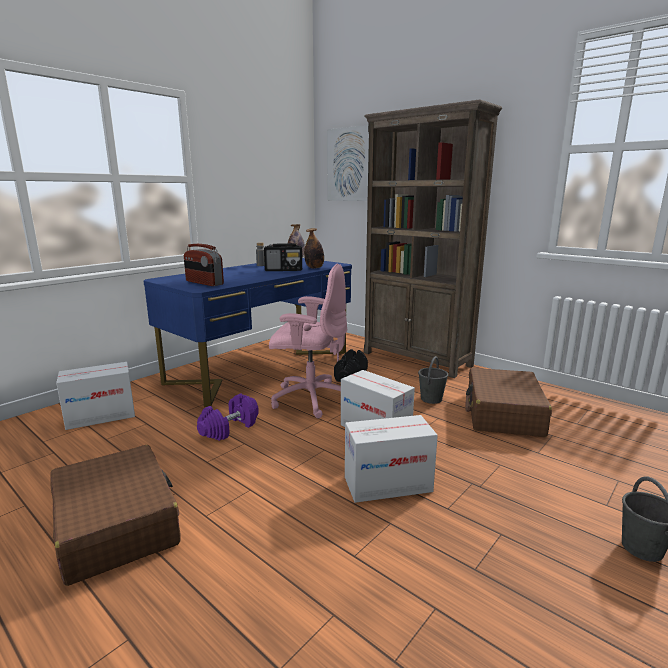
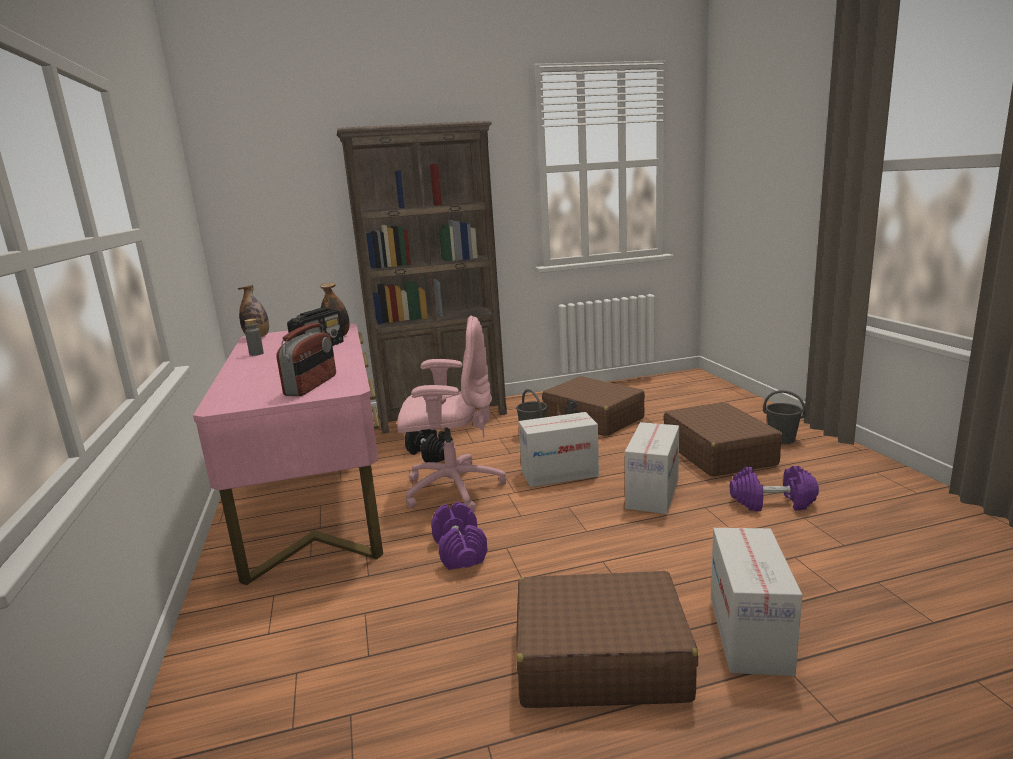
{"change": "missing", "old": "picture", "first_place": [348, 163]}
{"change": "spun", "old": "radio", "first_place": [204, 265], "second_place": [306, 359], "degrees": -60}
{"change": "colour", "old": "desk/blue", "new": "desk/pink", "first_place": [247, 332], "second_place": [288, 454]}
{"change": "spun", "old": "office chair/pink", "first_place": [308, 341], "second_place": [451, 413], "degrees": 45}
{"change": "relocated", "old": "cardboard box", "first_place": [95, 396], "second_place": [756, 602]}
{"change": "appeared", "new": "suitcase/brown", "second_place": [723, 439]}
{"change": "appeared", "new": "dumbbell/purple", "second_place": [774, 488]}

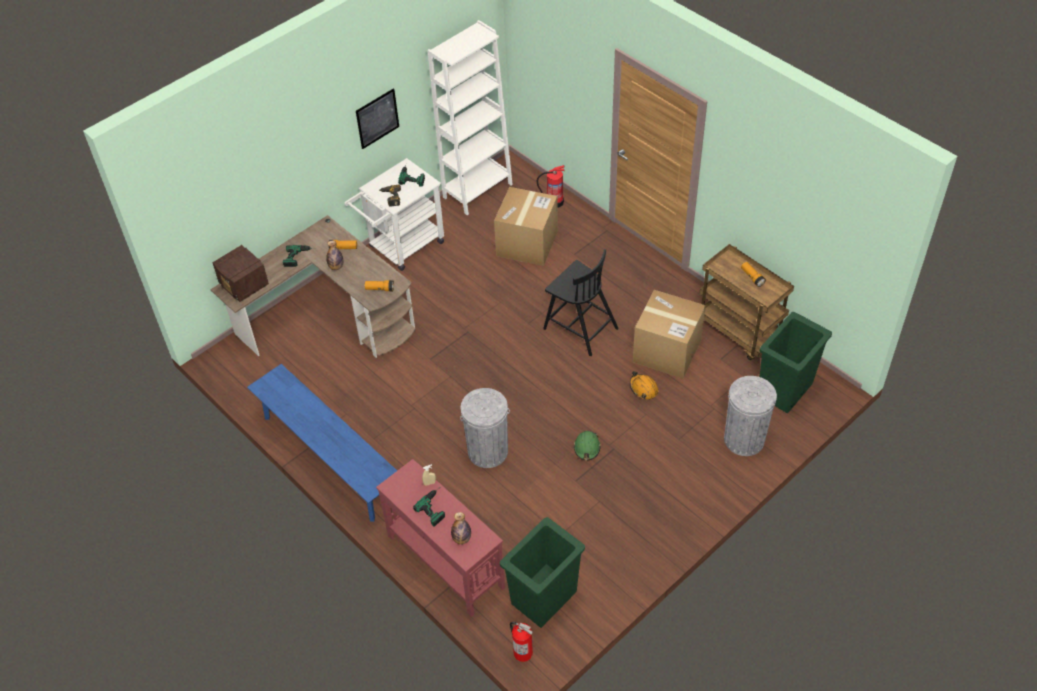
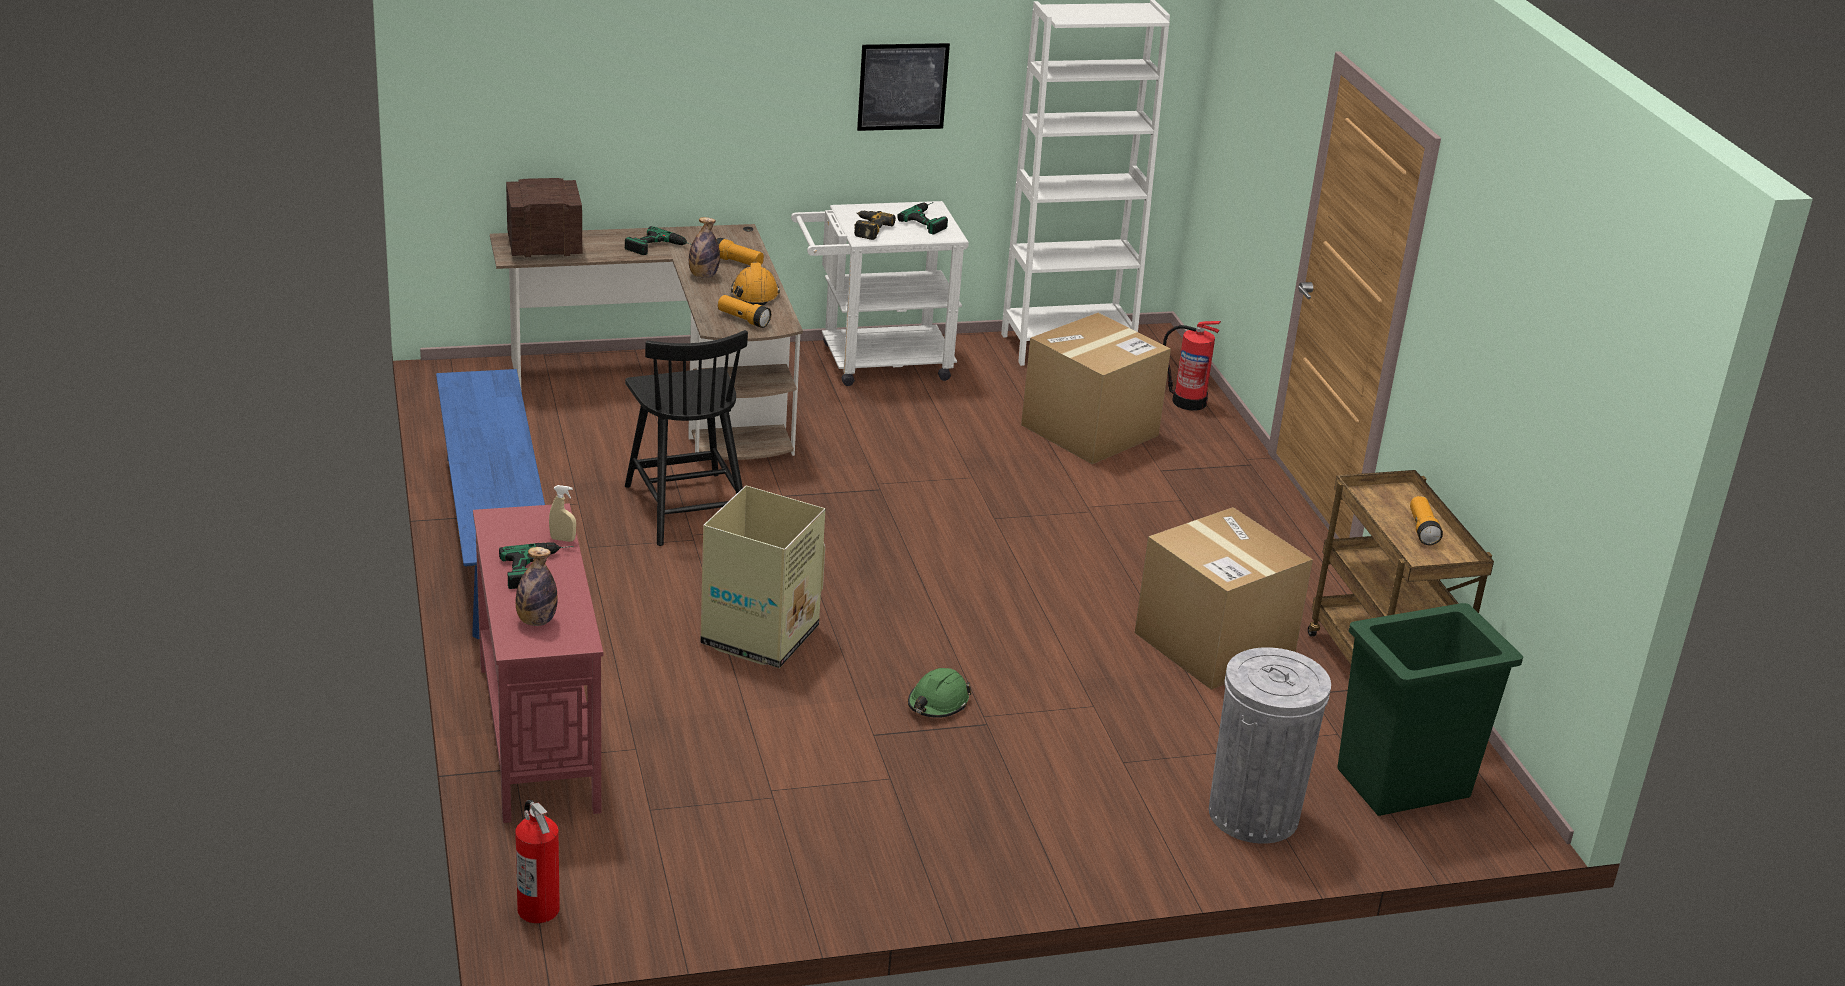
{"change": "spun", "old": "radio", "first_place": [240, 273], "second_place": [544, 217], "degrees": 90}
{"change": "relocated", "old": "chair/black", "first_place": [581, 302], "second_place": [686, 438]}
{"change": "relocated", "old": "hard hat/orange", "first_place": [644, 385], "second_place": [755, 284]}
{"change": "exchanged", "old": "trash can/grey", "new": "cardboard box", "first_place": [485, 428], "second_place": [762, 576]}
{"change": "missing", "old": "trash can/green", "first_place": [542, 572]}

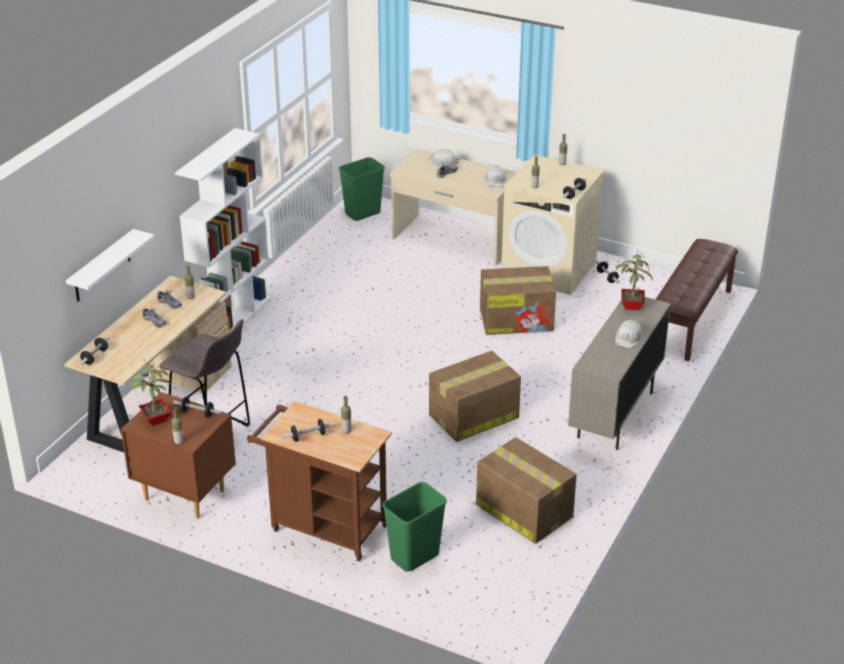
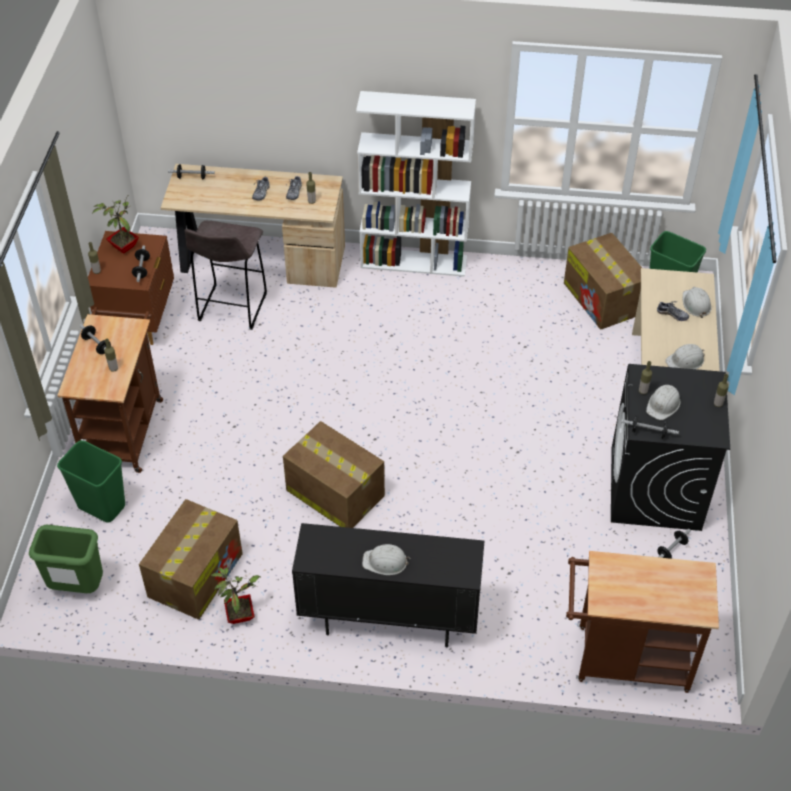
{"change": "colour", "old": "washing machine/beige", "new": "washing machine/black", "first_place": [552, 225], "second_place": [670, 447]}
{"change": "missing", "old": "shelf/white", "first_place": [110, 265]}
{"change": "exchanged", "old": "bench/brown", "new": "cart/brown", "first_place": [696, 300], "second_place": [642, 622]}
{"change": "relocated", "old": "potted plant", "first_place": [634, 279], "second_place": [236, 595]}
{"change": "relocated", "old": "cardboard box", "first_place": [518, 300], "second_place": [603, 281]}
{"change": "colour", "old": "cabinet/beige", "new": "cabinet/black", "first_place": [619, 373], "second_place": [388, 585]}
{"change": "appeared", "new": "hard hat/white", "second_place": [663, 402]}
{"change": "appeared", "new": "trash can/green", "second_place": [66, 559]}

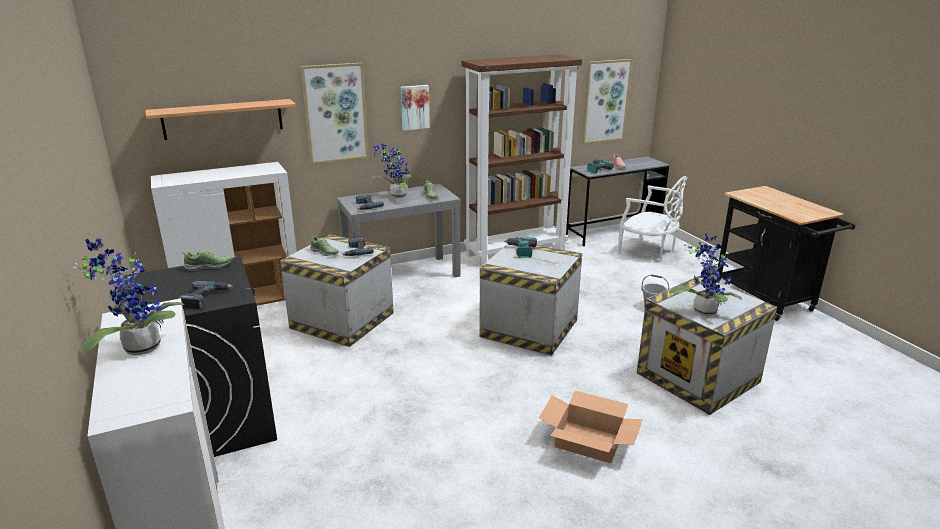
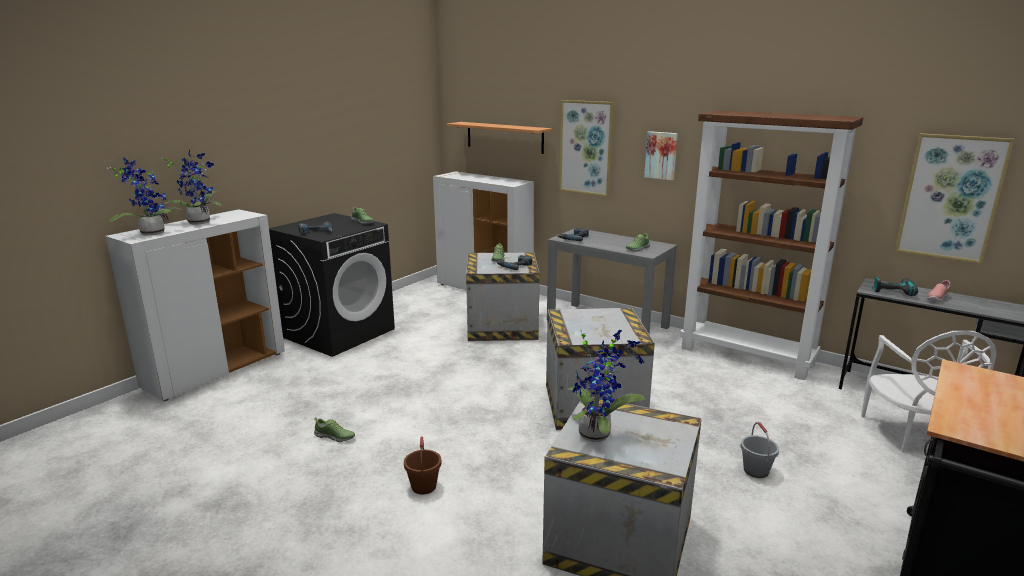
{"change": "relocated", "old": "potted plant", "first_place": [392, 171], "second_place": [144, 196]}
{"change": "missing", "old": "power drill", "first_place": [520, 247]}
{"change": "exchanged", "old": "cardboard box", "new": "bucket/brown", "first_place": [591, 427], "second_place": [423, 465]}
{"change": "appeared", "new": "shoe", "second_place": [334, 430]}

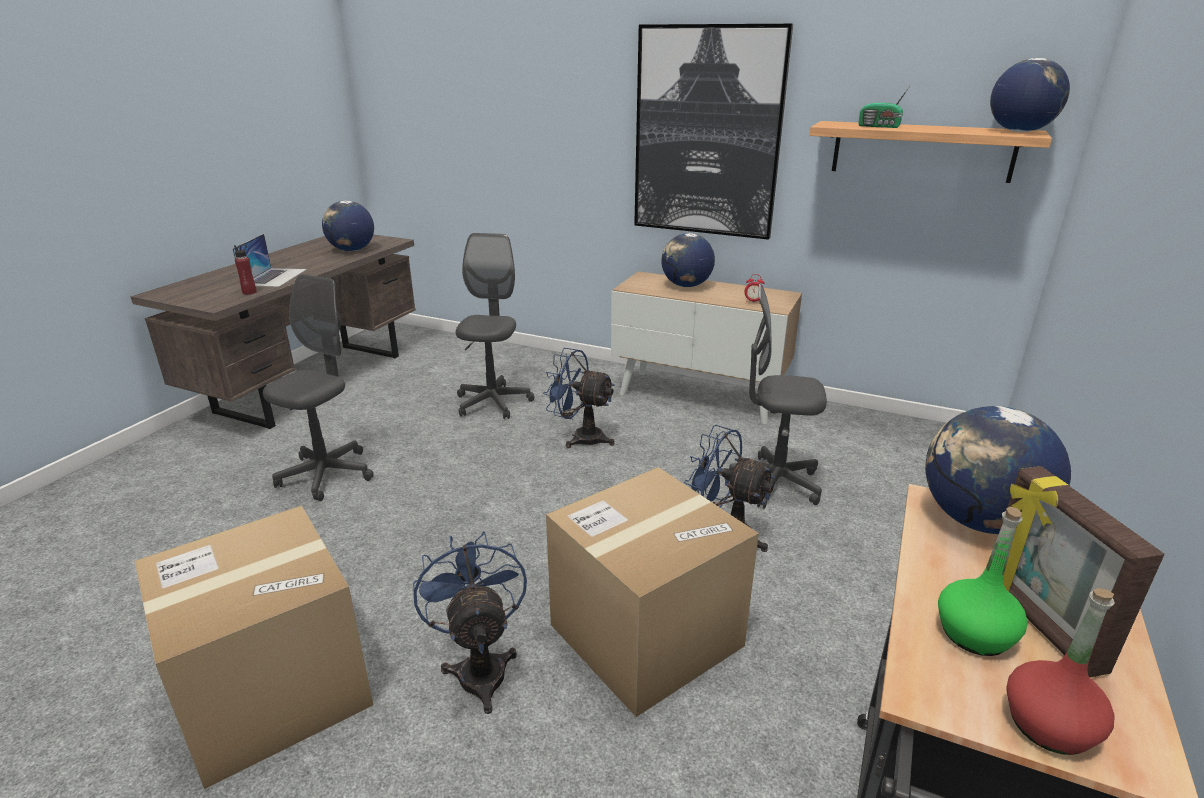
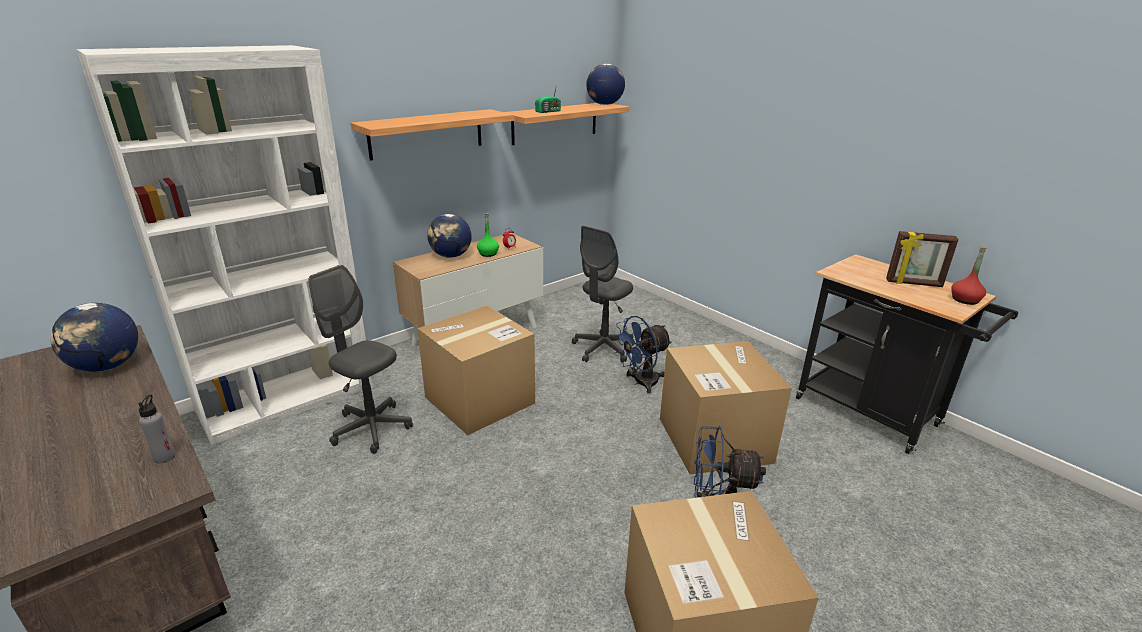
{"change": "exchanged", "old": "picture", "new": "shelf", "first_place": [713, 132], "second_place": [432, 135]}
{"change": "missing", "old": "laptop", "first_place": [269, 260]}
{"change": "colour", "old": "bottle/red", "new": "bottle/grey", "first_place": [245, 269], "second_place": [157, 429]}
{"change": "missing", "old": "office chair/grey", "first_place": [318, 387]}
{"change": "exchanged", "old": "fan/blue", "new": "cardboard box", "first_place": [579, 398], "second_place": [476, 370]}
{"change": "missing", "old": "globe", "first_place": [998, 470]}
{"change": "relocated", "old": "bottle/green", "first_place": [983, 581], "second_place": [488, 235]}
{"change": "appeared", "new": "bookcase/white", "second_place": [225, 245]}

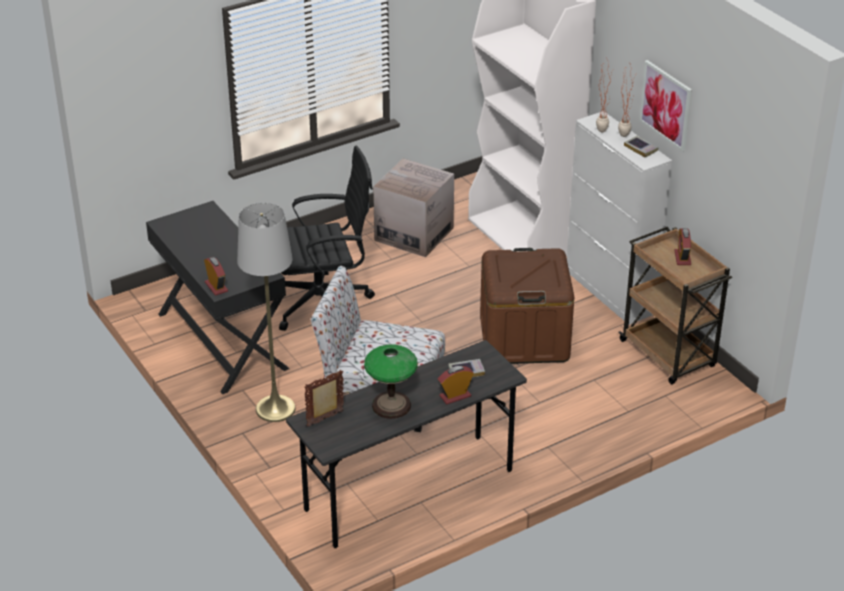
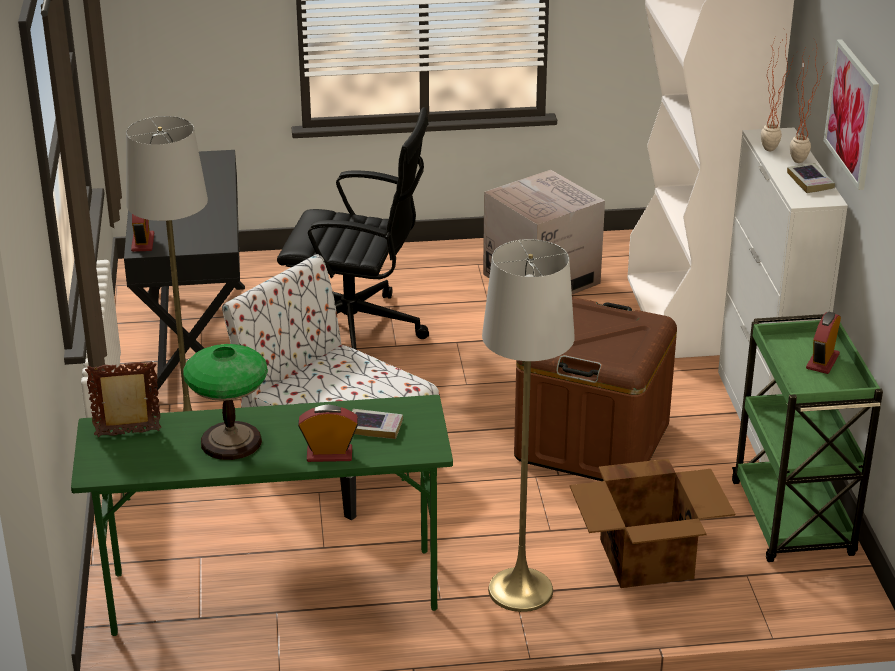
{"change": "colour", "old": "cart/brown", "new": "cart/green", "first_place": [675, 305], "second_place": [807, 438]}
{"change": "colour", "old": "desk/grey", "new": "desk/green", "first_place": [406, 444], "second_place": [262, 515]}
{"change": "appeared", "new": "floor lamp/grey", "second_place": [528, 425]}
{"change": "appeared", "new": "cardboard box", "second_place": [652, 523]}

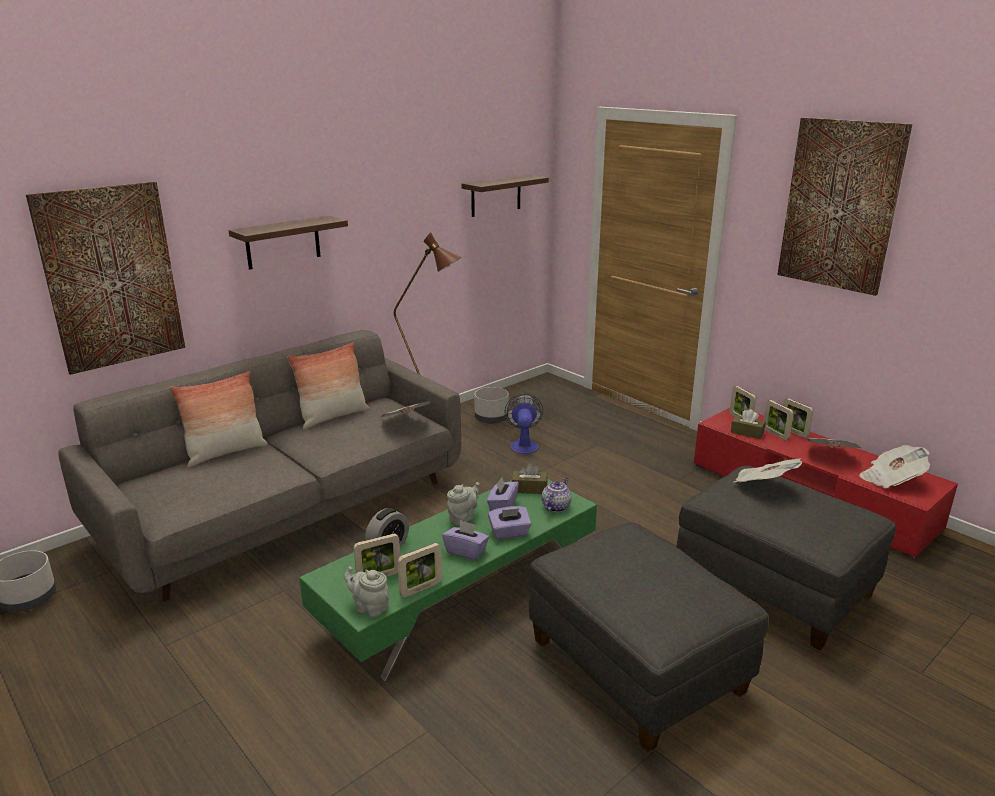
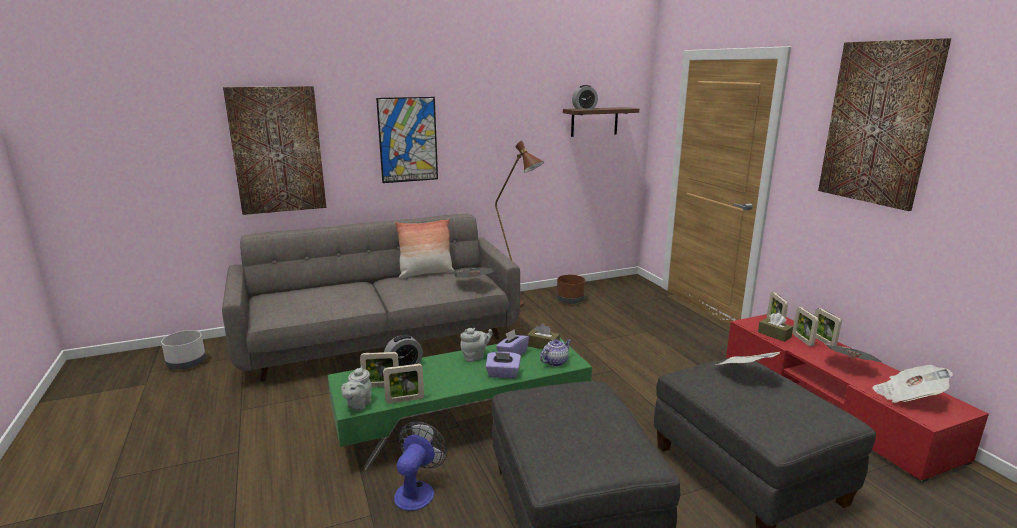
{"change": "exchanged", "old": "shelf", "new": "picture", "first_place": [288, 243], "second_place": [407, 140]}
{"change": "missing", "old": "pillow", "first_place": [219, 419]}
{"change": "colour", "old": "planter/grey", "new": "planter/brown", "first_place": [491, 405], "second_place": [571, 289]}
{"change": "relocated", "old": "fan", "first_place": [524, 424], "second_place": [420, 466]}
{"change": "missing", "old": "tissue box/purple", "first_place": [465, 540]}
{"change": "spun", "old": "teapot/grey", "first_place": [366, 591], "second_place": [356, 388], "degrees": -120}
{"change": "appeared", "new": "alarm clock", "second_place": [585, 97]}

